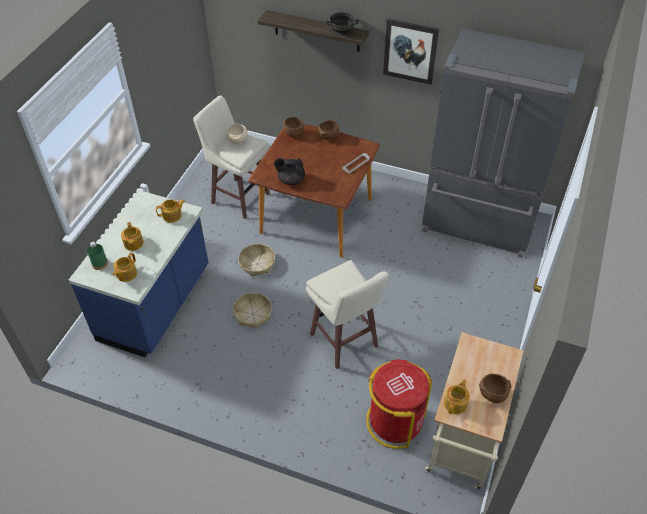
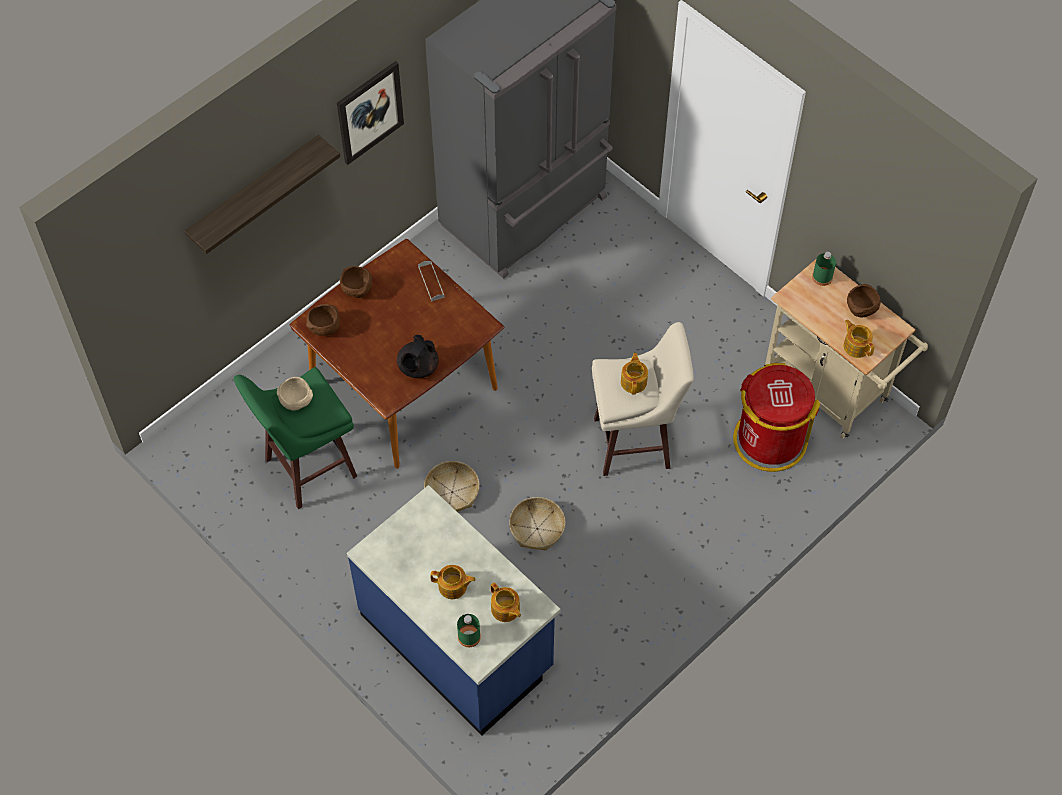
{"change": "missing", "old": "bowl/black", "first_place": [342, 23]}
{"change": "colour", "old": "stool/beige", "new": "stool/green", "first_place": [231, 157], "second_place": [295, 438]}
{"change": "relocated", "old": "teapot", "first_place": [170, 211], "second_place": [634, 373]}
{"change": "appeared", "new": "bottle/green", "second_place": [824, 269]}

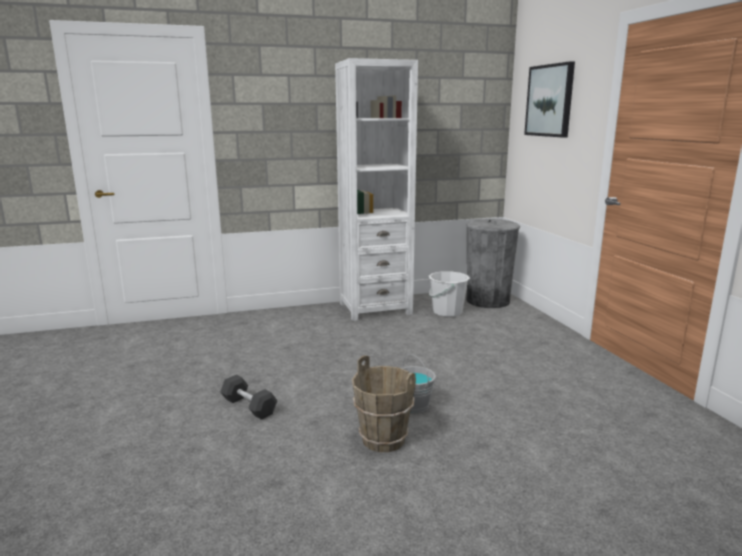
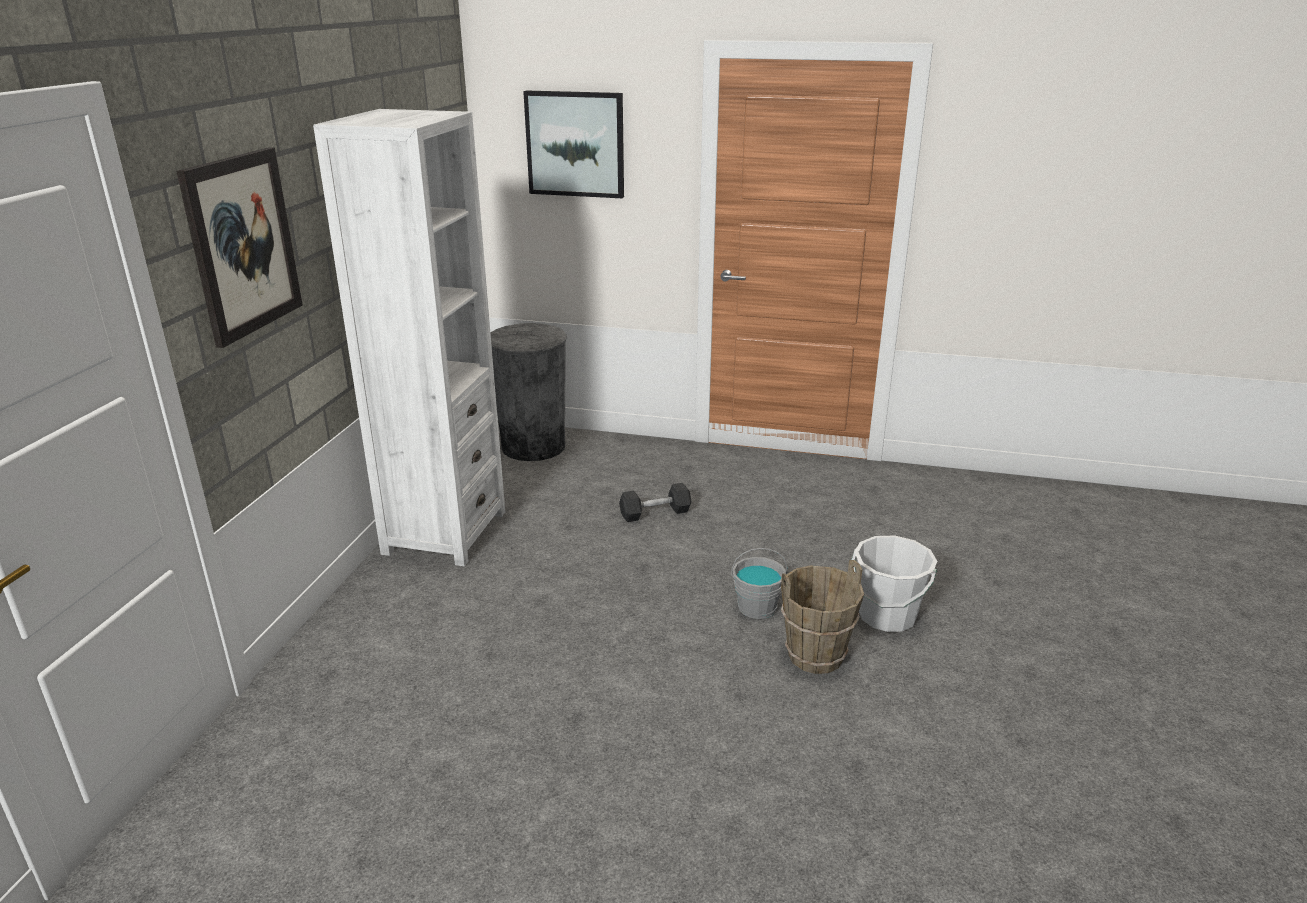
{"change": "relocated", "old": "bucket/white", "first_place": [449, 294], "second_place": [894, 584]}
{"change": "relocated", "old": "dumbbell/grey", "first_place": [248, 397], "second_place": [655, 502]}
{"change": "appeared", "new": "picture", "second_place": [239, 247]}

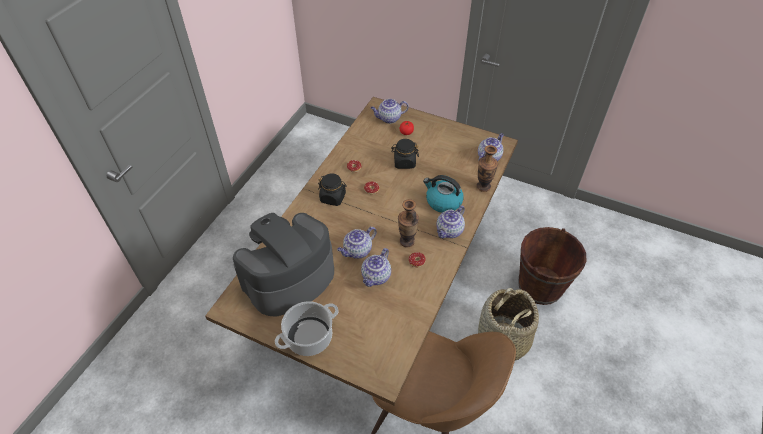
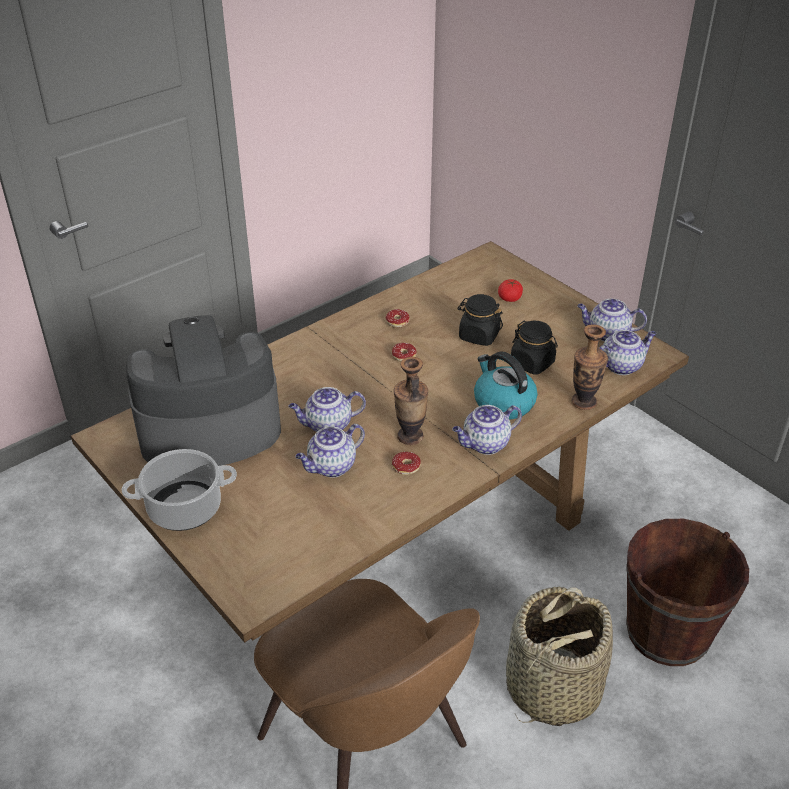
{"change": "relocated", "old": "teapot", "first_place": [390, 111], "second_place": [612, 320]}
{"change": "relocated", "old": "jar/black", "first_place": [332, 189], "second_place": [534, 348]}

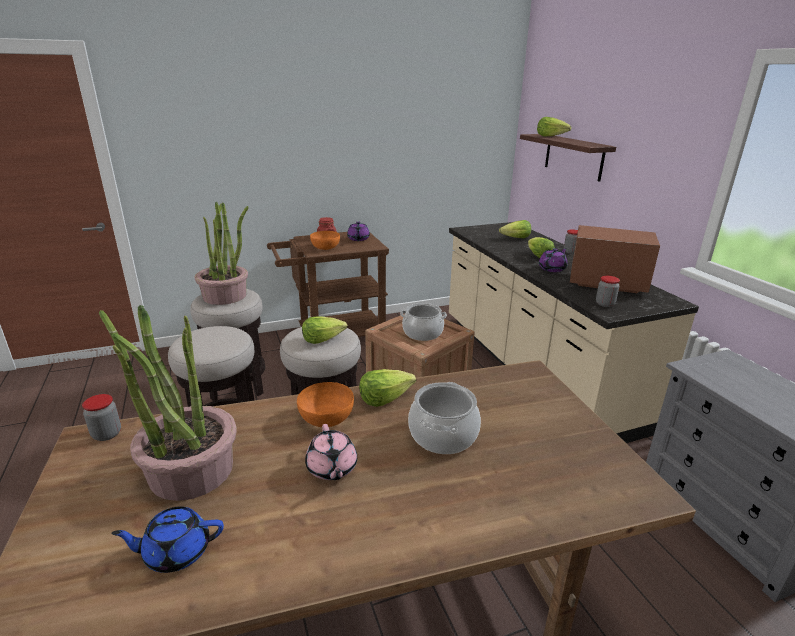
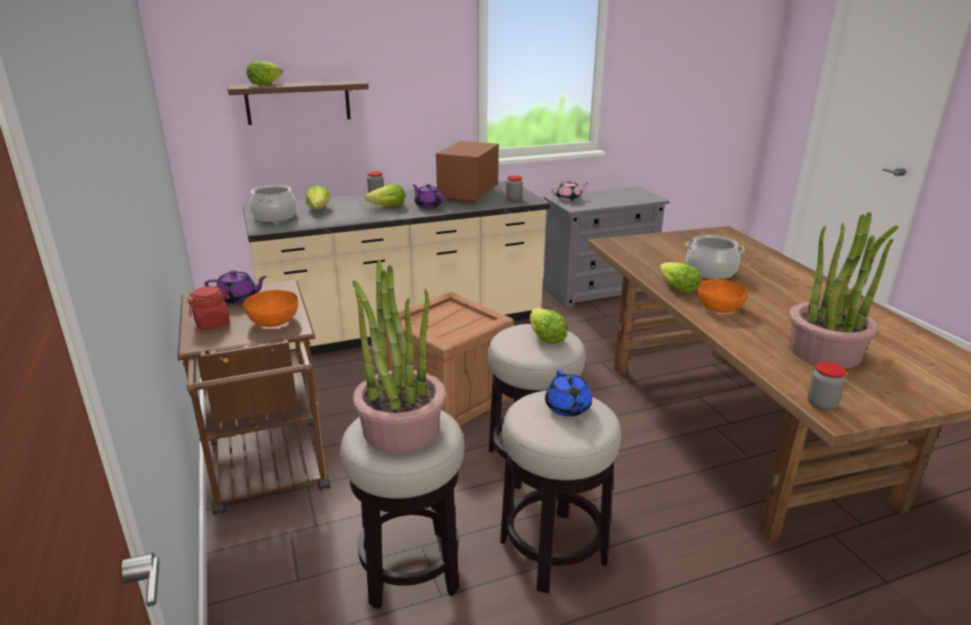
{"change": "relocated", "old": "cooking pot", "first_place": [423, 322], "second_place": [273, 203]}
{"change": "relocated", "old": "teapot/pink", "first_place": [331, 452], "second_place": [570, 190]}
{"change": "relocated", "old": "teapot/blue", "first_place": [167, 539], "second_place": [568, 393]}

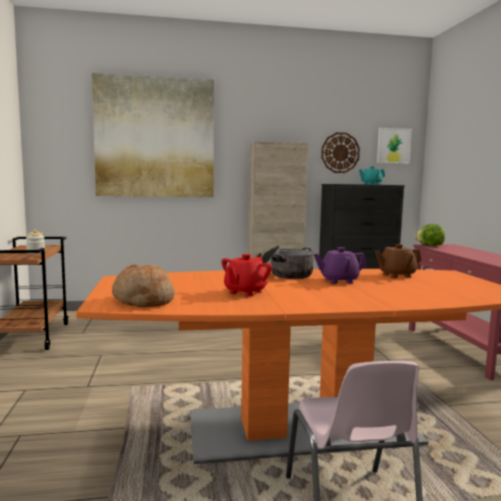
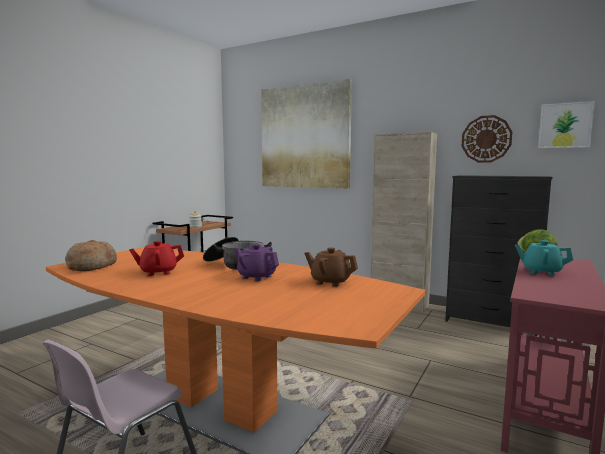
{"change": "relocated", "old": "teapot/turquoise", "first_place": [372, 175], "second_place": [544, 258]}

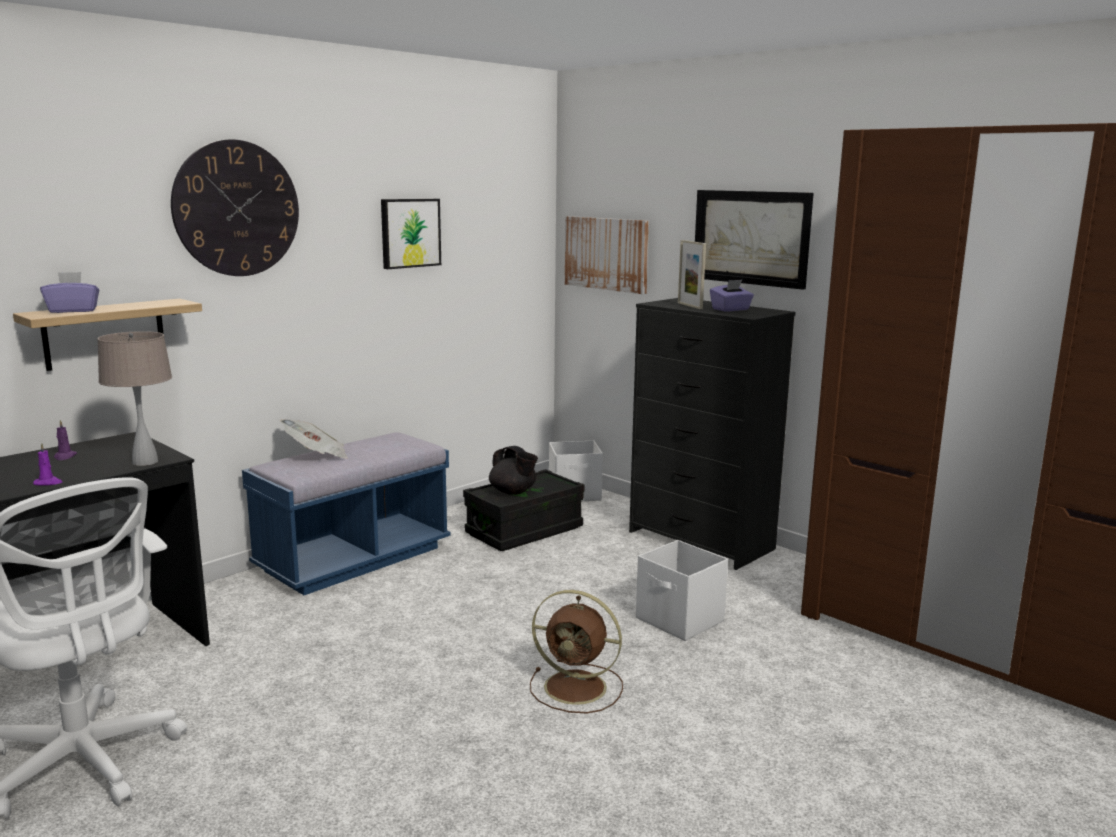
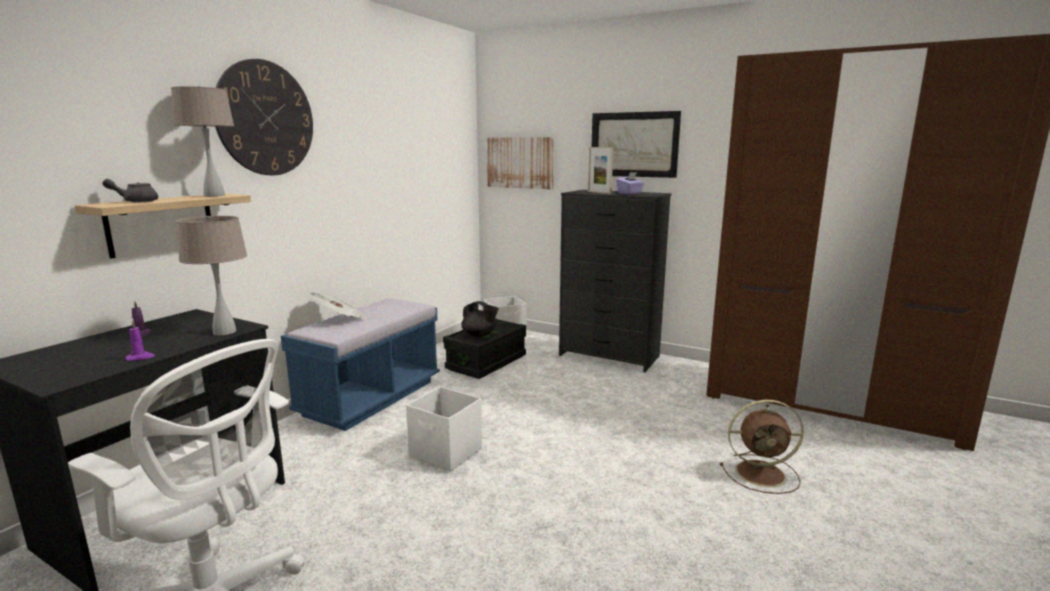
{"change": "missing", "old": "picture", "first_place": [411, 234]}
{"change": "exchanged", "old": "tissue box/purple", "new": "teapot/grey", "first_place": [69, 292], "second_place": [130, 190]}
{"change": "relocated", "old": "storage box/white", "first_place": [682, 590], "second_place": [444, 429]}
{"change": "relocated", "old": "fan/brown", "first_place": [576, 651], "second_place": [762, 447]}
{"change": "appeared", "new": "table lamp/beige", "second_place": [202, 141]}

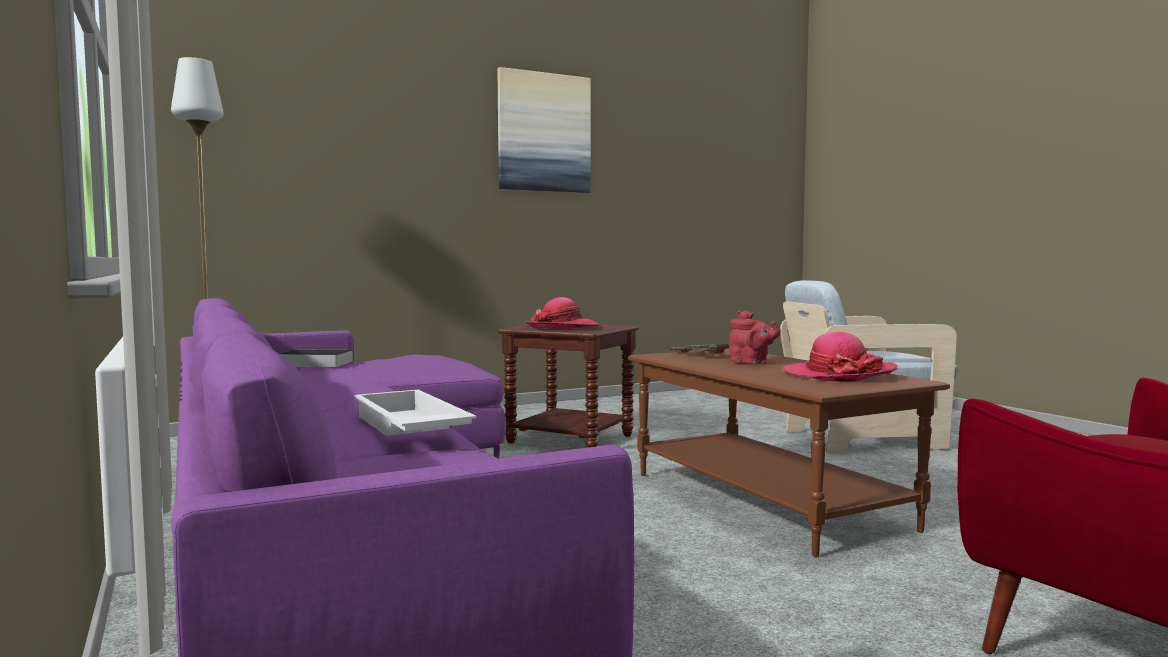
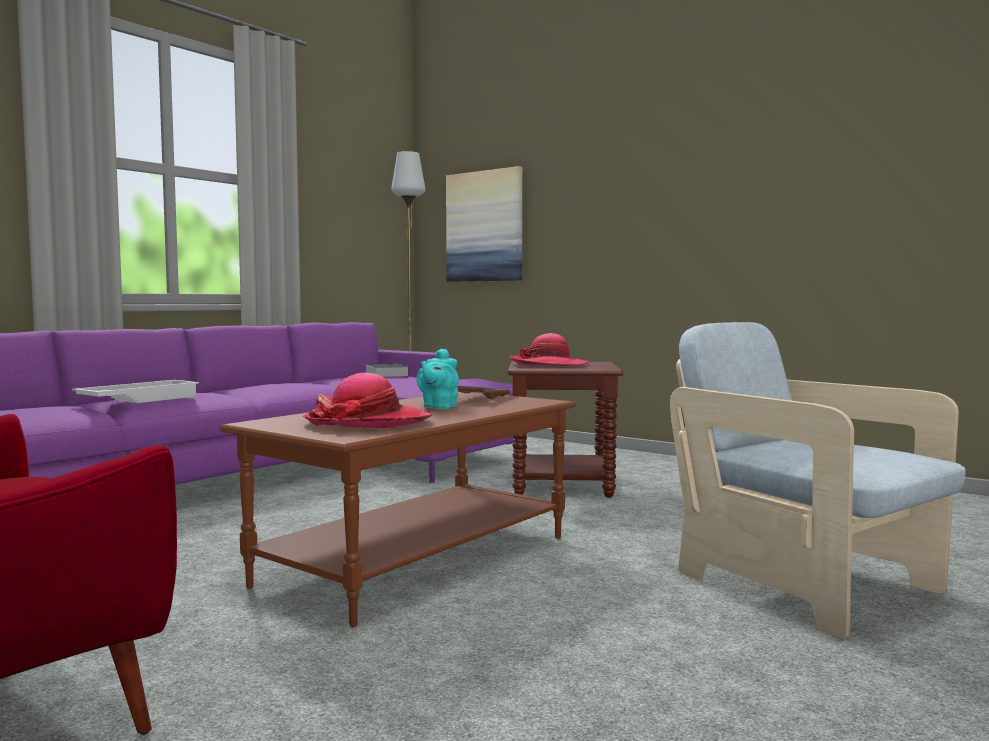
{"change": "relocated", "old": "picture", "first_place": [544, 130], "second_place": [484, 224]}
{"change": "colour", "old": "teapot/red", "new": "teapot/turquoise", "first_place": [755, 337], "second_place": [438, 379]}

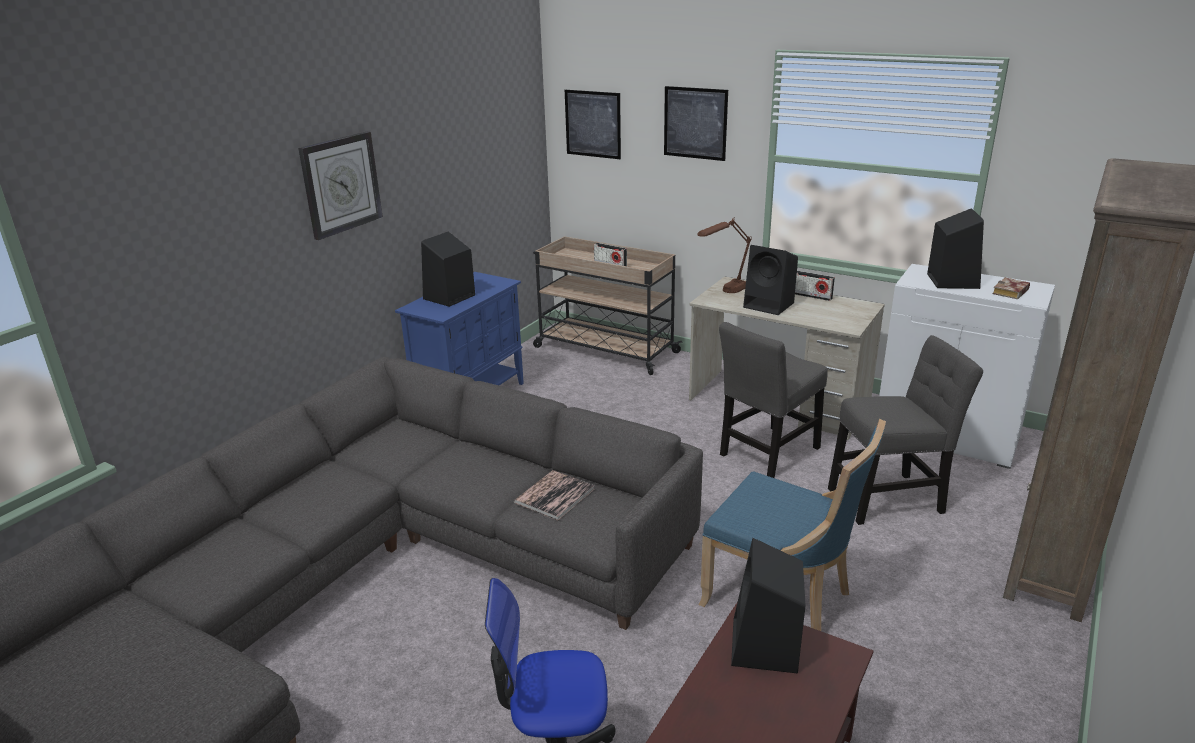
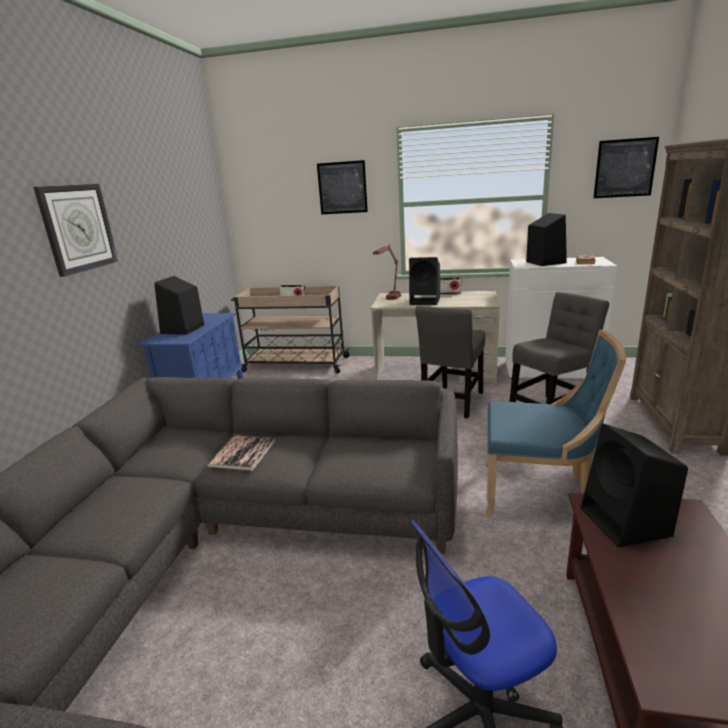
{"change": "relocated", "old": "picture", "first_place": [593, 124], "second_place": [626, 167]}
{"change": "relocated", "old": "book", "first_place": [554, 495], "second_place": [241, 453]}

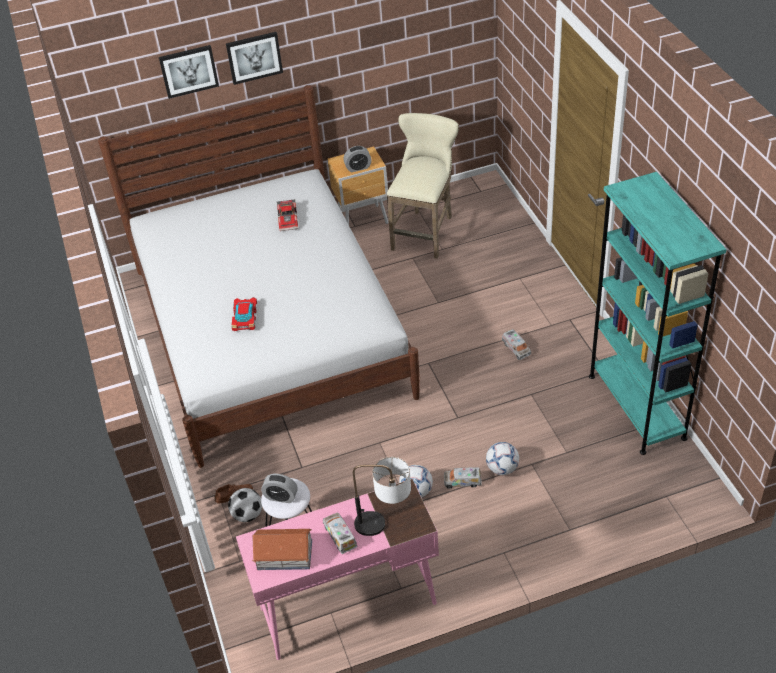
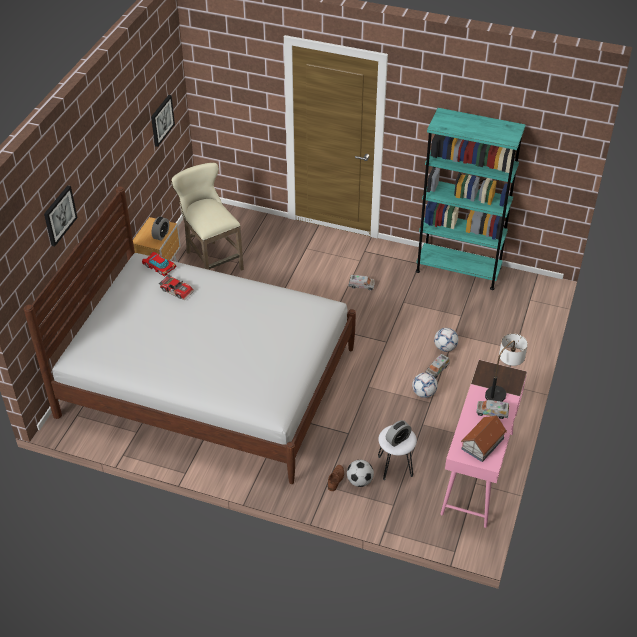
{"change": "relocated", "old": "picture", "first_place": [254, 58], "second_place": [163, 121]}
{"change": "relocated", "old": "toy car", "first_place": [244, 314], "second_place": [159, 264]}

